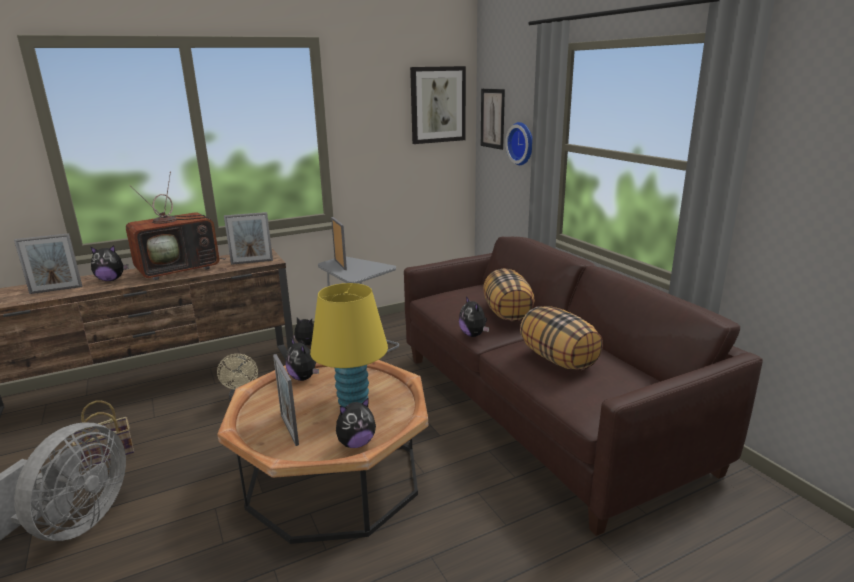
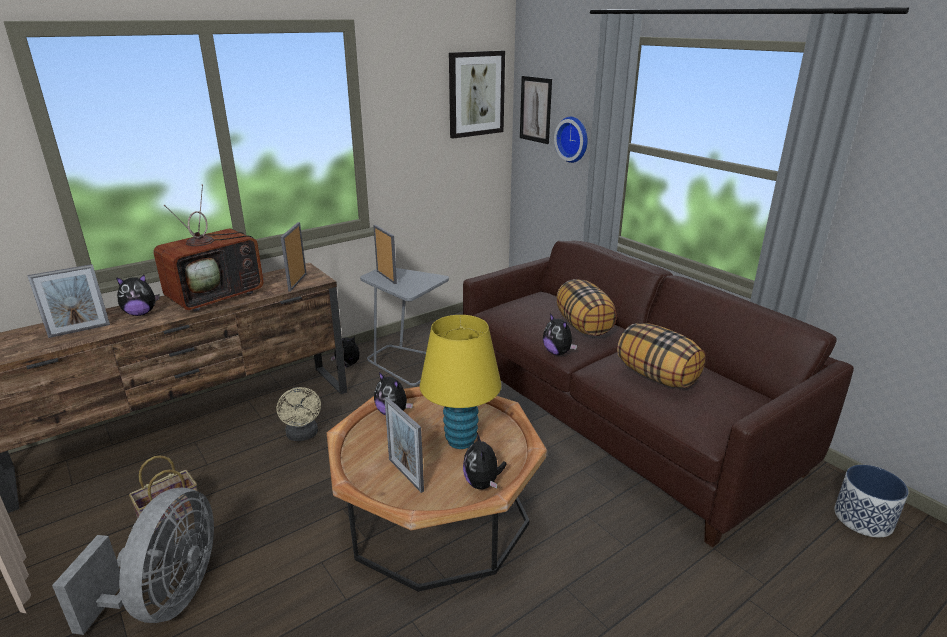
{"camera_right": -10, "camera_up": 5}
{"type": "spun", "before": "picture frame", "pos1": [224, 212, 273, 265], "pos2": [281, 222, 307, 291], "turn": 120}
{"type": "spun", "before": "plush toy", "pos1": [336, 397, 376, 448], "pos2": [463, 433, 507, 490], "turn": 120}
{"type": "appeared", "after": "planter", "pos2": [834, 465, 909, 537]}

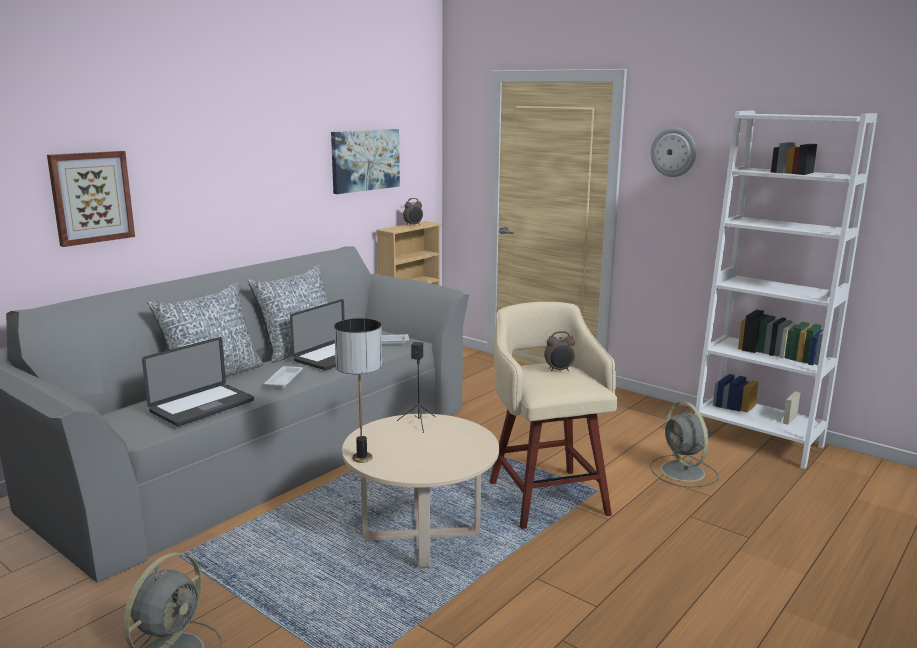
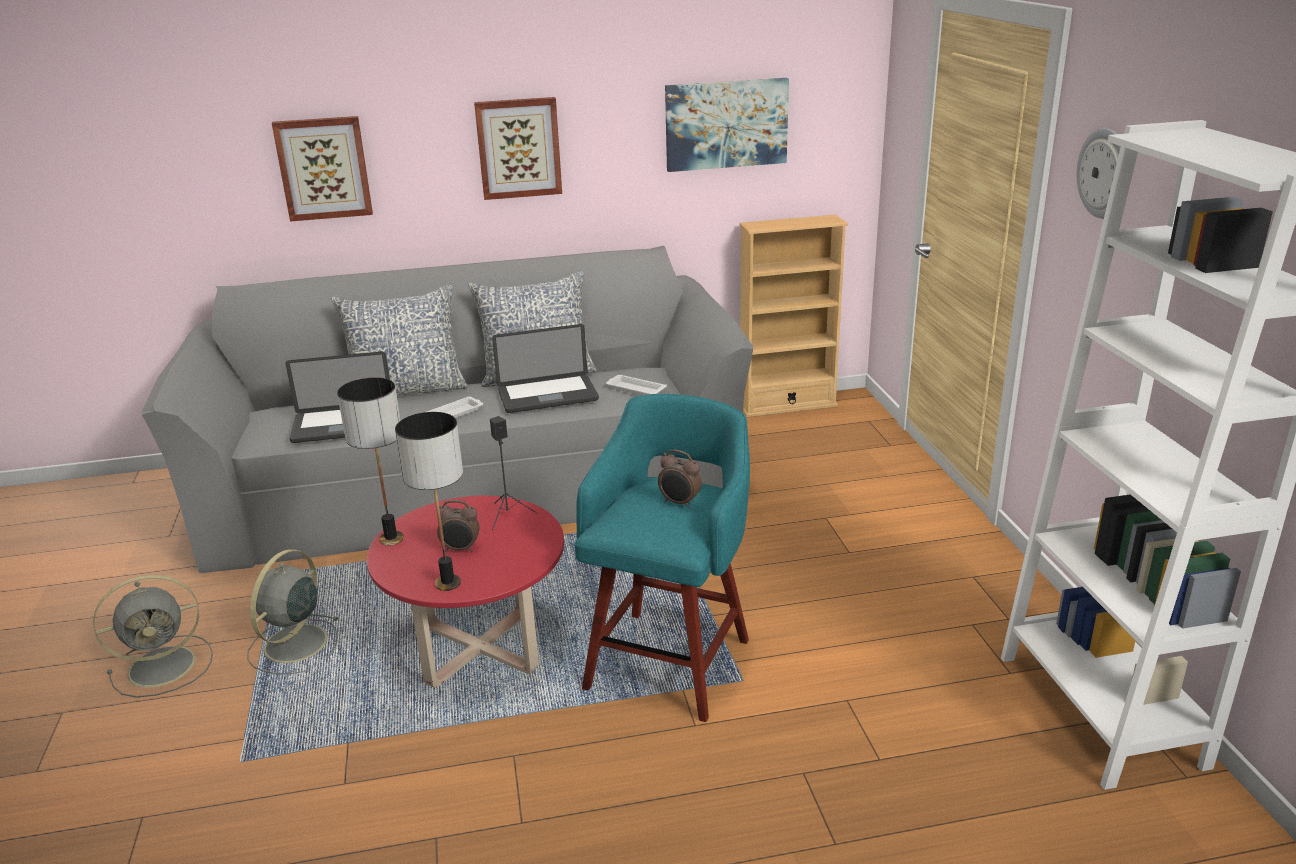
{"camera_right": 40, "camera_up": 10}
{"type": "colour", "before": "coffee table/beige", "after": "coffee table/red", "pos1": [342, 414, 499, 568], "pos2": [367, 496, 564, 688]}
{"type": "relocated", "before": "alarm clock", "pos1": [403, 198, 423, 226], "pos2": [437, 500, 480, 552]}
{"type": "colour", "before": "stool/beige", "after": "stool/turquoise", "pos1": [490, 302, 618, 529], "pos2": [574, 394, 750, 722]}
{"type": "relocated", "before": "fan/grey", "pos1": [650, 401, 719, 488], "pos2": [247, 549, 340, 674]}
{"type": "appeared", "after": "table lamp", "pos2": [395, 412, 463, 591]}
{"type": "appeared", "after": "picture", "pos2": [474, 97, 562, 200]}

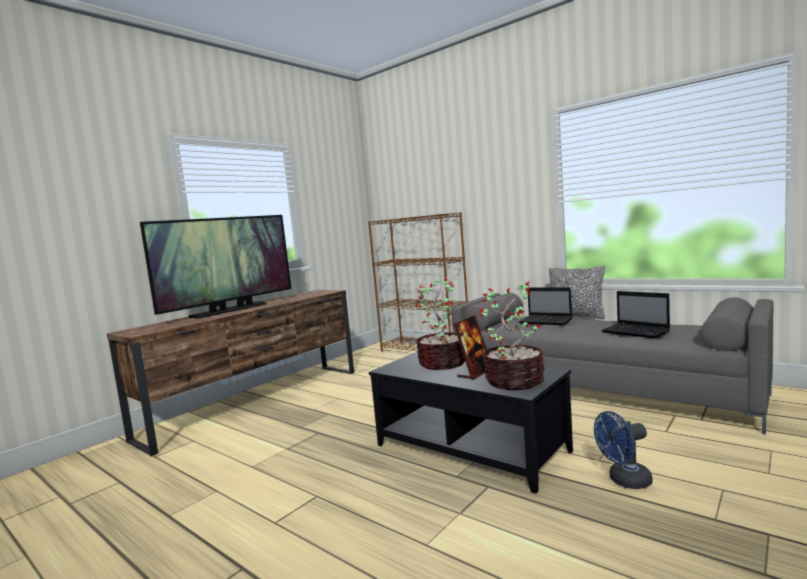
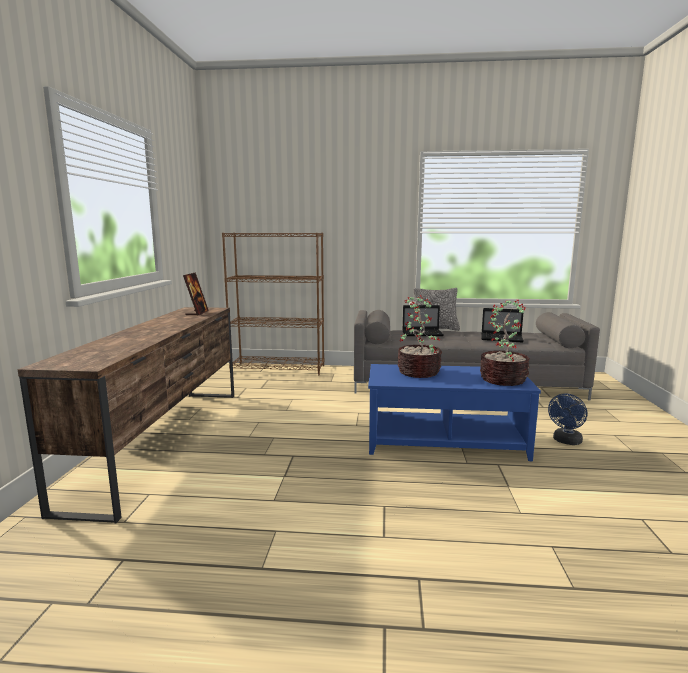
{"camera_right": -35, "camera_up": 5}
{"type": "missing", "before": "television", "pos1": [140, 215, 291, 318]}
{"type": "colour", "before": "coffee table/black", "after": "coffee table/blue", "pos1": [369, 351, 573, 494], "pos2": [368, 364, 541, 461]}
{"type": "relocated", "before": "picture frame", "pos1": [454, 315, 487, 380], "pos2": [183, 272, 209, 316]}

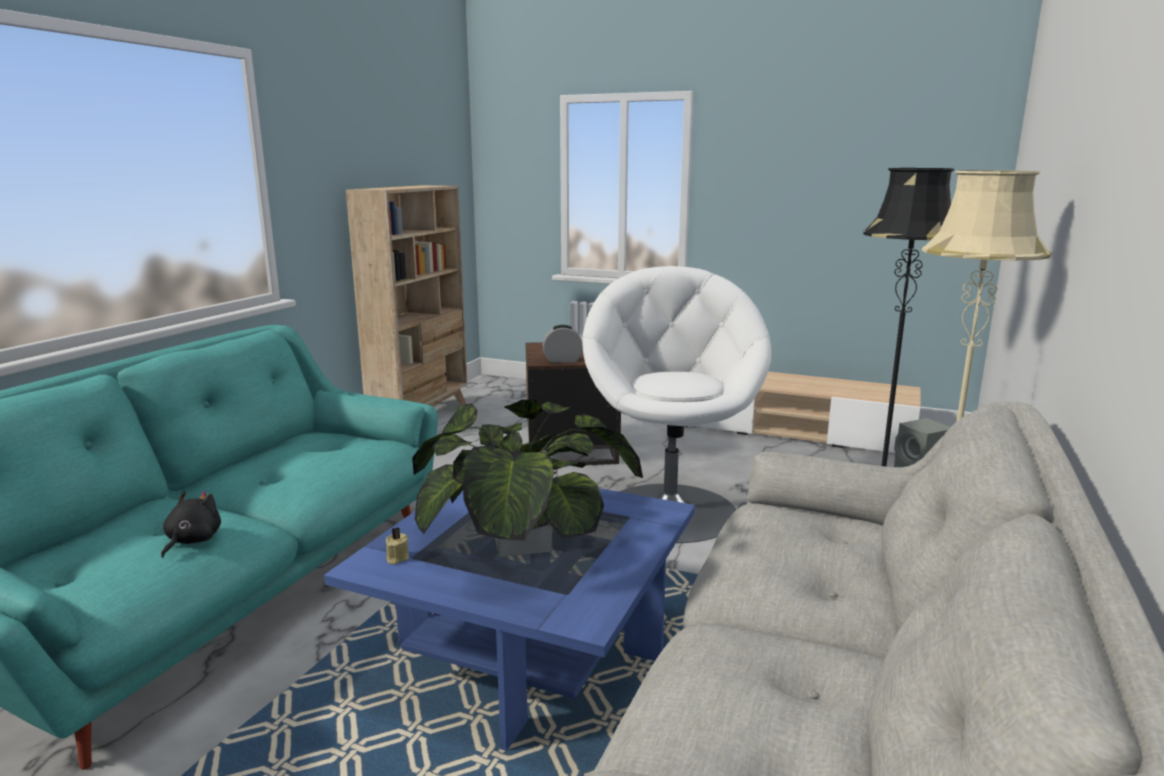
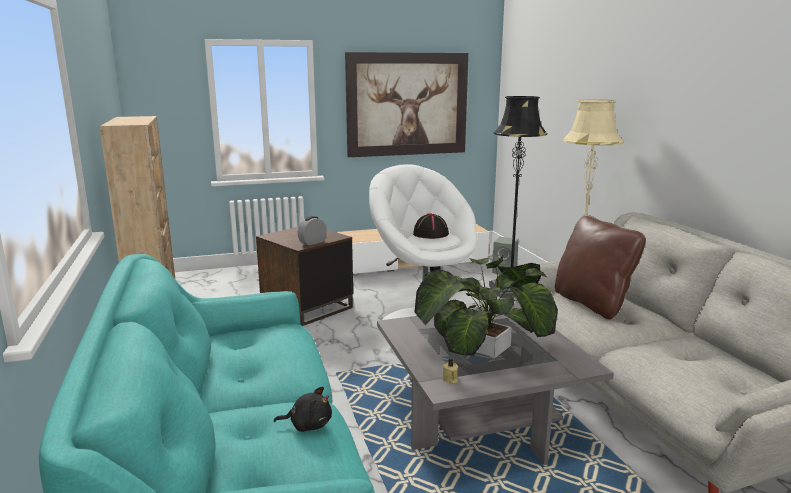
{"camera_right": -40, "camera_up": 0}
{"type": "spun", "before": "plush toy/black", "pos1": [161, 491, 221, 558], "pos2": [274, 386, 332, 432], "turn": 120}
{"type": "colour", "before": "coffee table/blue", "after": "coffee table/grey", "pos1": [324, 488, 695, 751], "pos2": [377, 303, 614, 465]}
{"type": "appeared", "after": "picture", "pos2": [345, 52, 468, 157]}
{"type": "appeared", "after": "hat/black", "pos2": [413, 213, 449, 239]}
{"type": "appeared", "after": "pillow/brown", "pos2": [555, 215, 646, 319]}

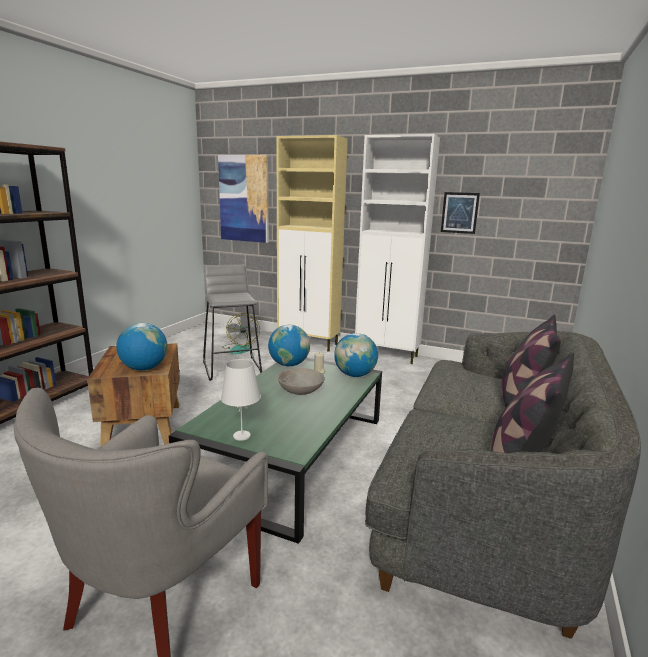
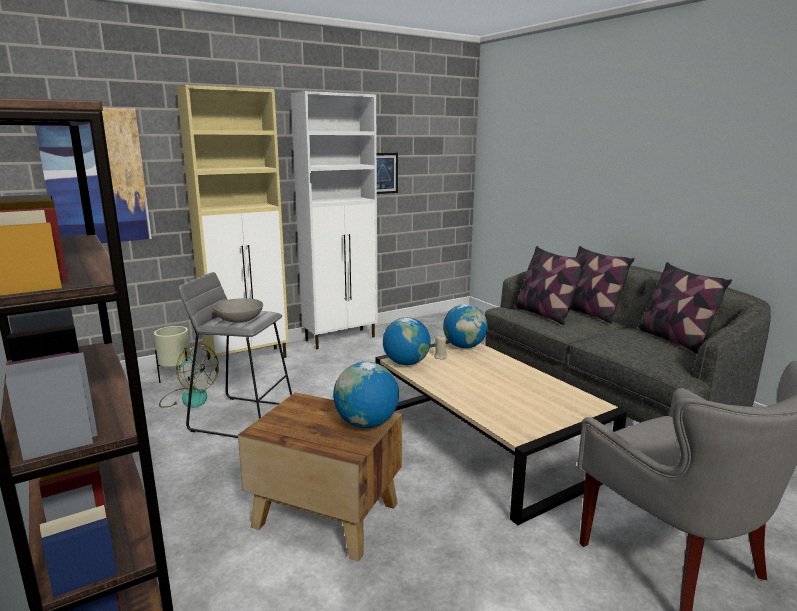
{"camera_right": -55, "camera_up": 0}
{"type": "colour", "before": "coffee table/green", "after": "coffee table/beige", "pos1": [169, 358, 382, 544], "pos2": [376, 340, 627, 525]}
{"type": "missing", "before": "table lamp/white", "pos1": [221, 359, 261, 441]}
{"type": "relocated", "before": "bowl/grey", "pos1": [278, 368, 325, 395], "pos2": [213, 298, 263, 322]}
{"type": "appeared", "after": "planter/beige", "pos2": [154, 326, 191, 383]}
{"type": "appeared", "after": "pillow", "pos2": [514, 246, 587, 325]}

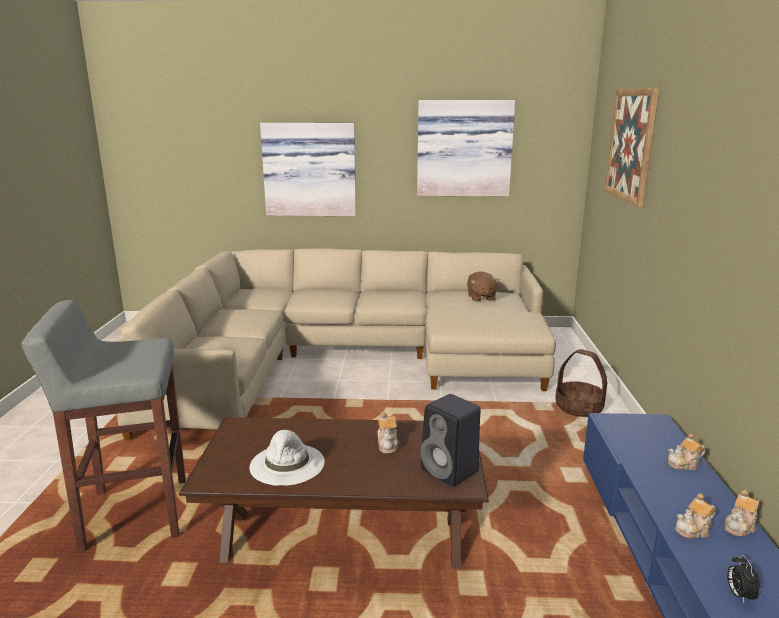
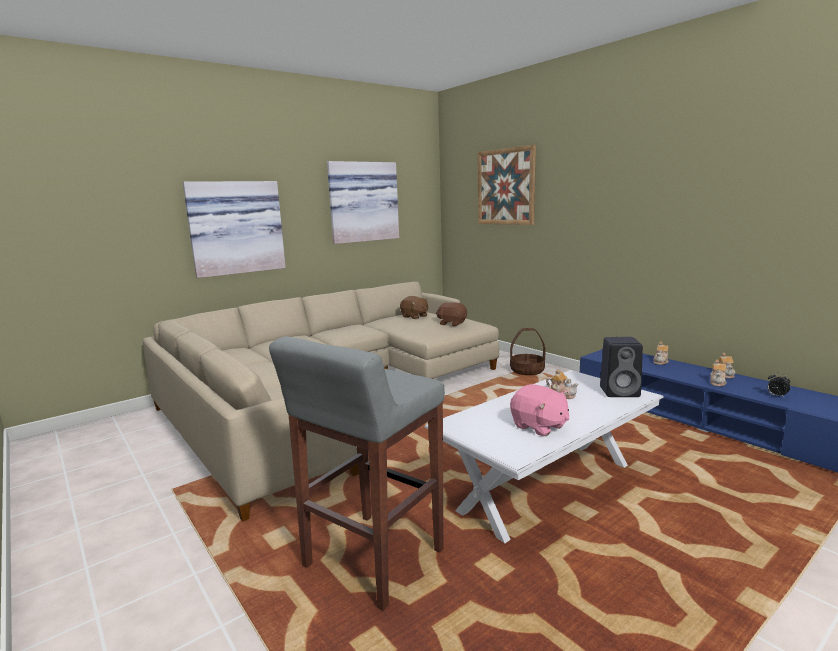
{"camera_right": -40, "camera_up": -5}
{"type": "colour", "before": "coffee table/brown", "after": "coffee table/white", "pos1": [179, 417, 489, 569], "pos2": [425, 370, 663, 543]}
{"type": "exchanged", "before": "hat/white", "after": "plush toy/pink", "pos1": [249, 430, 325, 486], "pos2": [510, 384, 569, 436]}
{"type": "appeared", "after": "plush toy/brown", "pos2": [436, 302, 467, 326]}

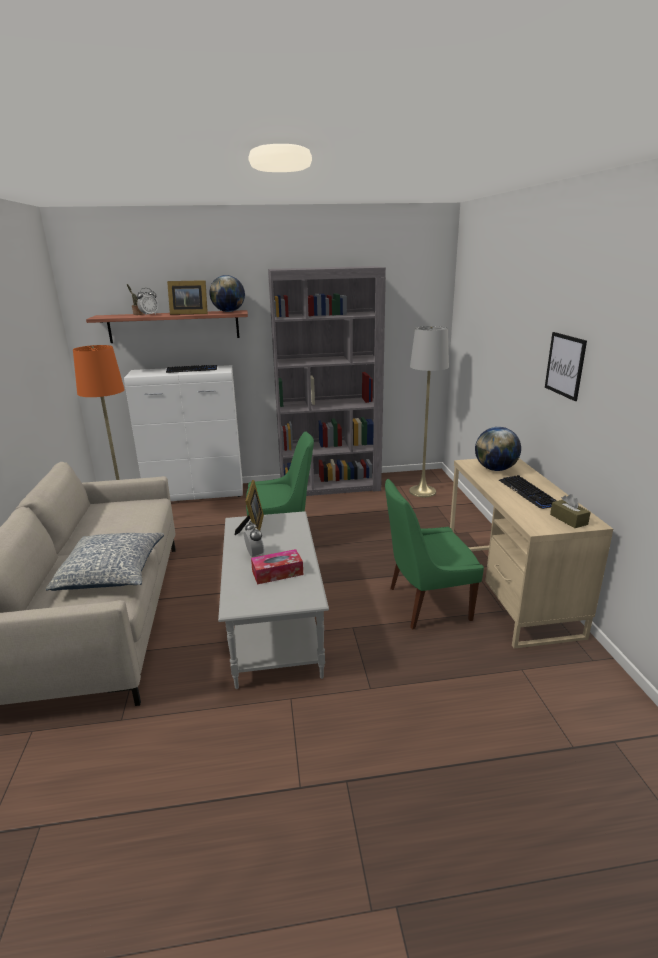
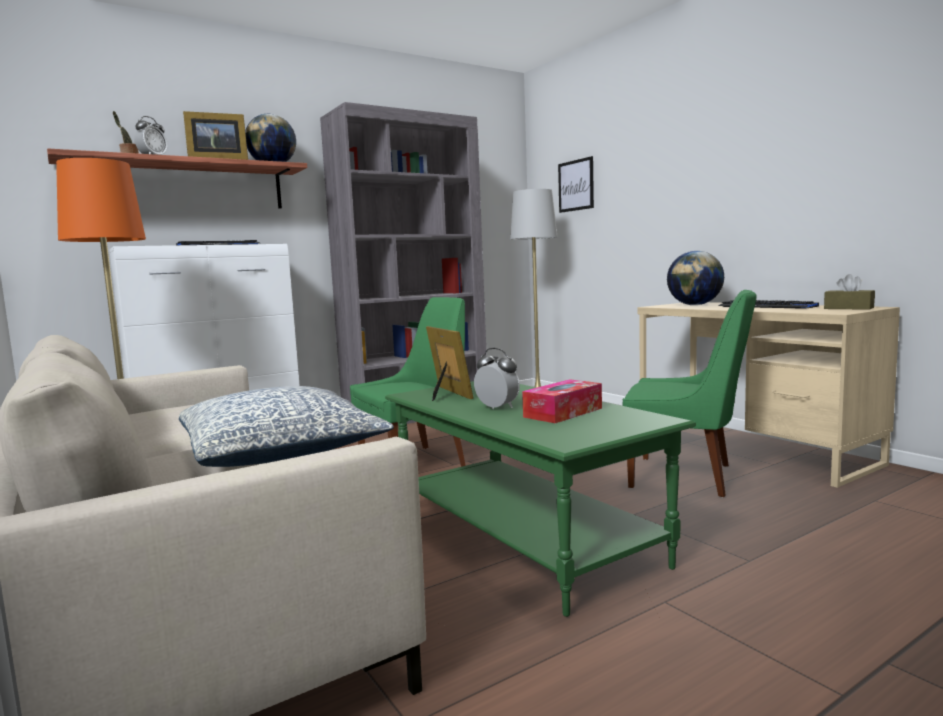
{"camera_right": -25, "camera_up": -15}
{"type": "colour", "before": "coffee table/grey", "after": "coffee table/green", "pos1": [218, 511, 329, 689], "pos2": [385, 381, 696, 617]}
{"type": "spun", "before": "chair/green", "pos1": [385, 479, 484, 629], "pos2": [623, 290, 757, 497], "turn": -120}
{"type": "relocated", "before": "picture", "pos1": [545, 332, 587, 401], "pos2": [558, 156, 594, 213]}

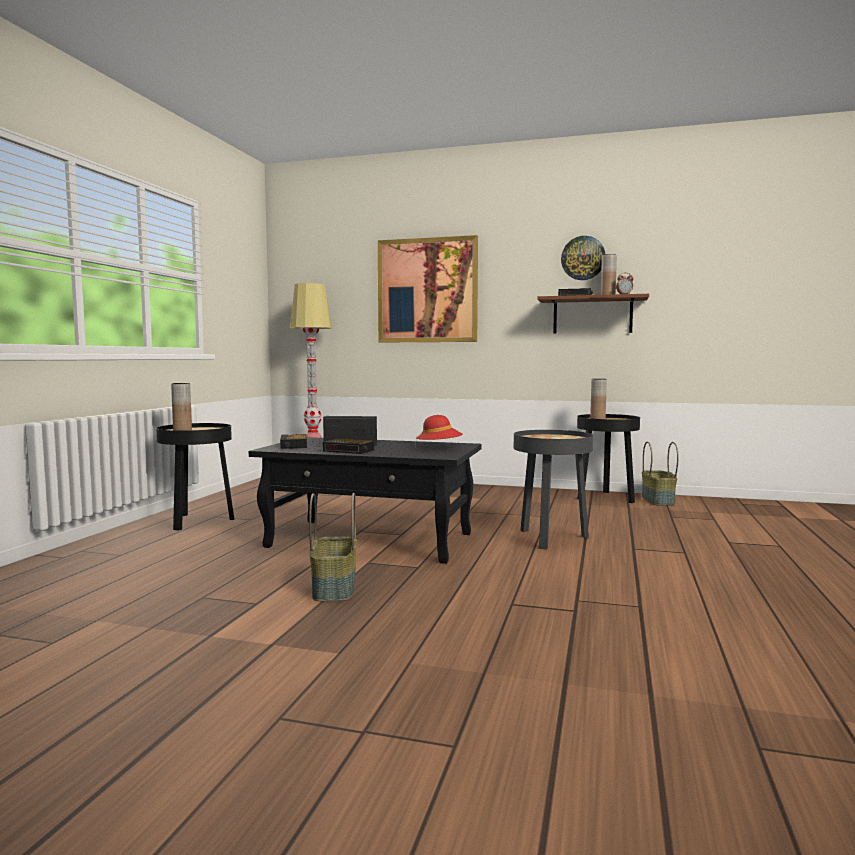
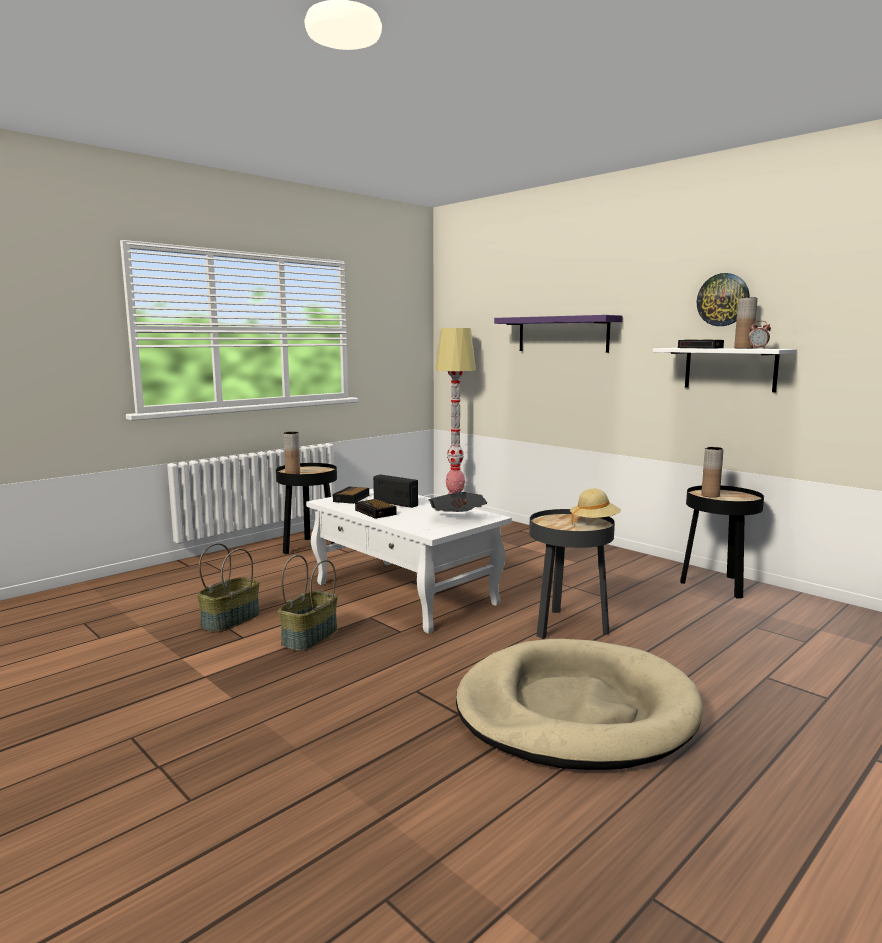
{"camera_right": 30, "camera_up": 5}
{"type": "colour", "before": "coffee table/black", "after": "coffee table/white", "pos1": [249, 437, 482, 564], "pos2": [306, 489, 512, 634]}
{"type": "exchanged", "before": "picture", "after": "shelf/purple", "pos1": [378, 235, 478, 342], "pos2": [494, 315, 623, 352]}
{"type": "exchanged", "before": "hat/red", "after": "newspaper", "pos1": [416, 415, 463, 440], "pos2": [429, 492, 487, 512]}
{"type": "colour", "before": "shelf/brown", "after": "shelf/white", "pos1": [537, 294, 649, 333], "pos2": [653, 348, 797, 392]}
{"type": "relocated", "before": "basket", "pos1": [642, 442, 679, 506], "pos2": [197, 543, 260, 633]}
{"type": "appeared", "after": "dog bed/beige", "pos2": [456, 639, 703, 770]}
{"type": "appeared", "after": "hat/beige", "pos2": [570, 489, 621, 524]}

